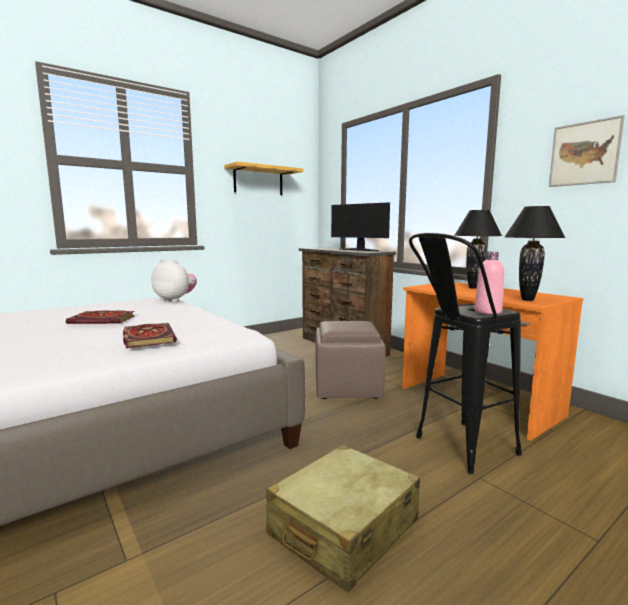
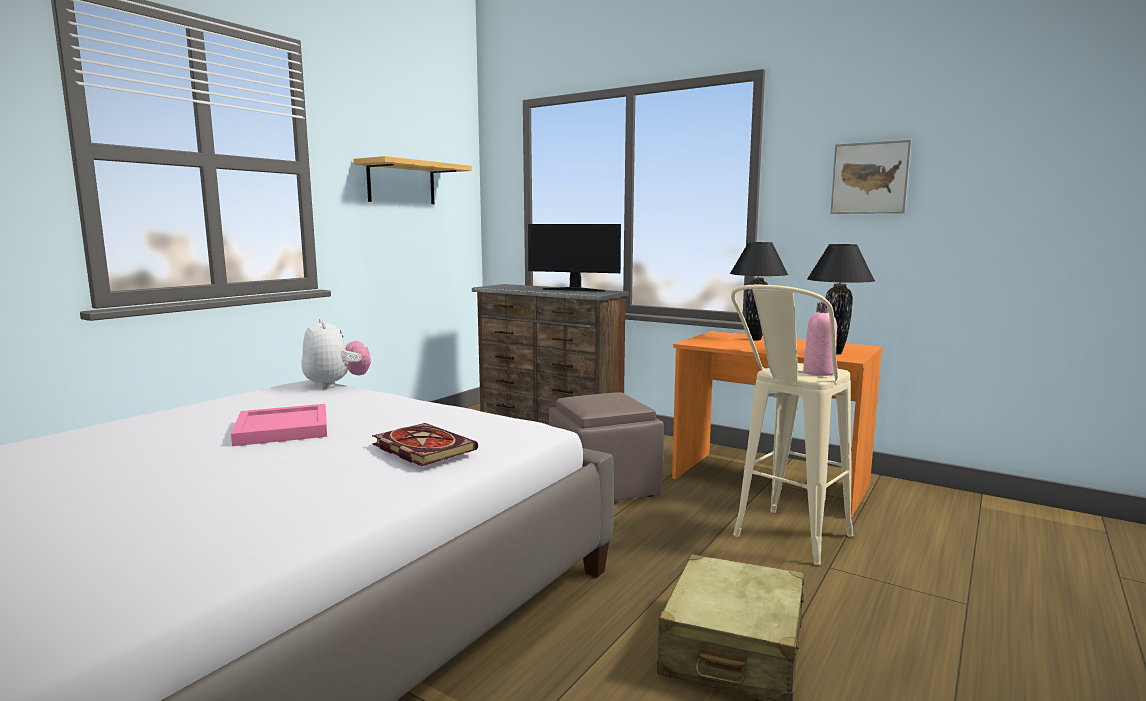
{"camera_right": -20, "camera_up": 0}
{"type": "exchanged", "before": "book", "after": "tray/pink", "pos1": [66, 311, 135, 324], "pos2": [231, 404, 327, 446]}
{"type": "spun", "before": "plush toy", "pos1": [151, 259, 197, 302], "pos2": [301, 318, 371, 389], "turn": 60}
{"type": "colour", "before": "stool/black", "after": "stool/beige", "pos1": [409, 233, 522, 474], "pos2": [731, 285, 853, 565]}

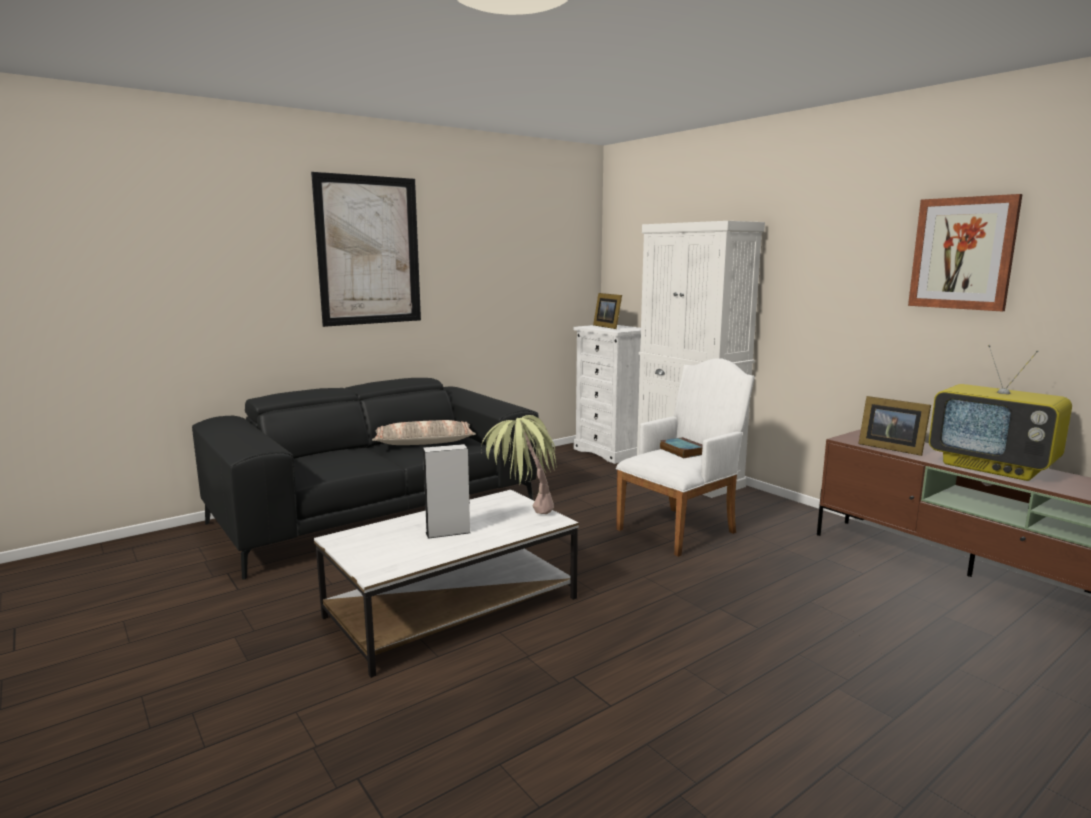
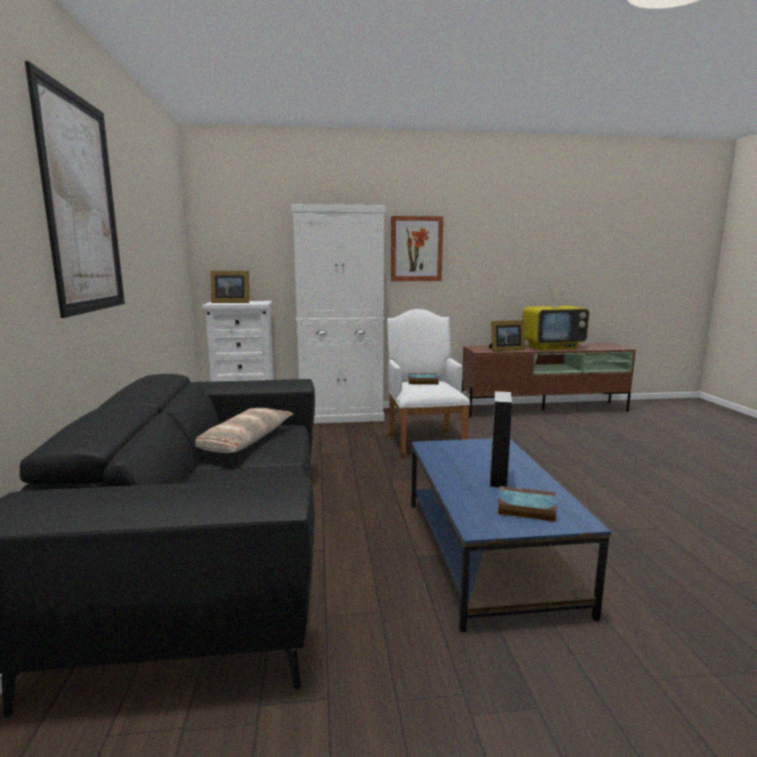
{"camera_right": -60, "camera_up": 0}
{"type": "colour", "before": "coffee table/white", "after": "coffee table/blue", "pos1": [314, 490, 579, 678], "pos2": [411, 438, 611, 632]}
{"type": "missing", "before": "potted plant", "pos1": [481, 415, 557, 514]}
{"type": "relocated", "before": "picture", "pos1": [908, 194, 1023, 311], "pos2": [391, 216, 443, 281]}
{"type": "appeared", "after": "book", "pos2": [497, 486, 557, 522]}

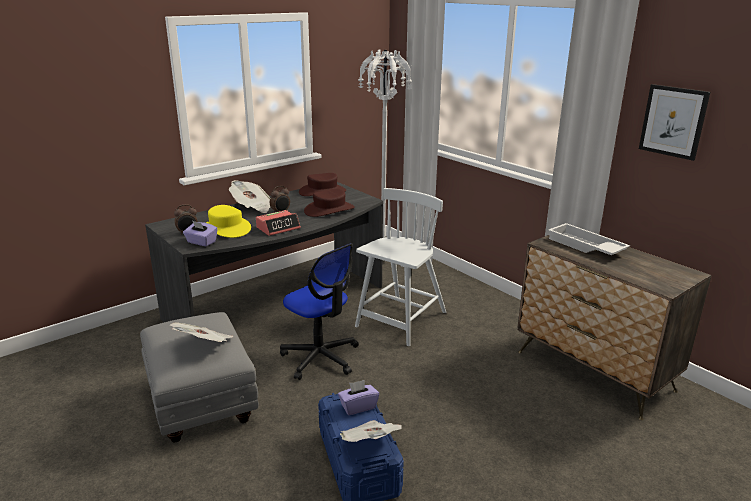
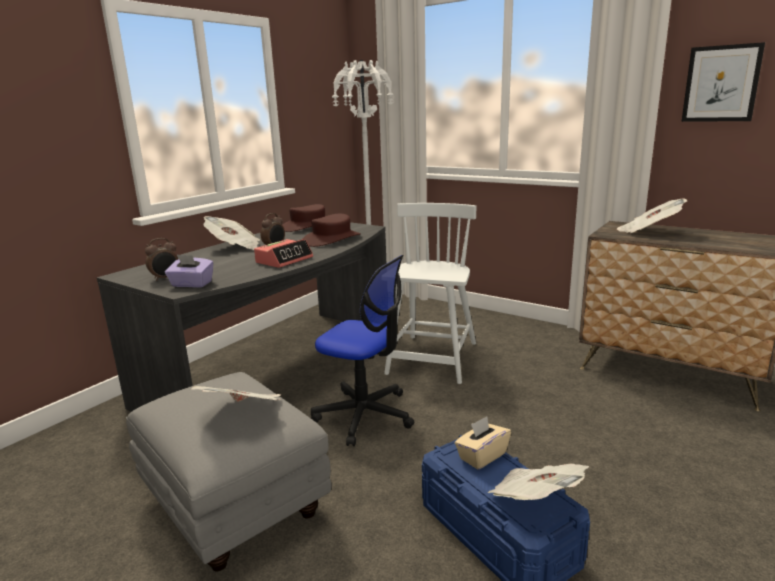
{"camera_right": -15, "camera_up": -5}
{"type": "missing", "before": "hat/yellow", "pos1": [206, 205, 251, 238]}
{"type": "colour", "before": "tissue box/purple", "after": "tissue box/beige", "pos1": [338, 380, 379, 415], "pos2": [455, 417, 511, 469]}
{"type": "exchanged", "before": "tray/white", "after": "newspaper", "pos1": [548, 223, 630, 255], "pos2": [617, 199, 687, 233]}

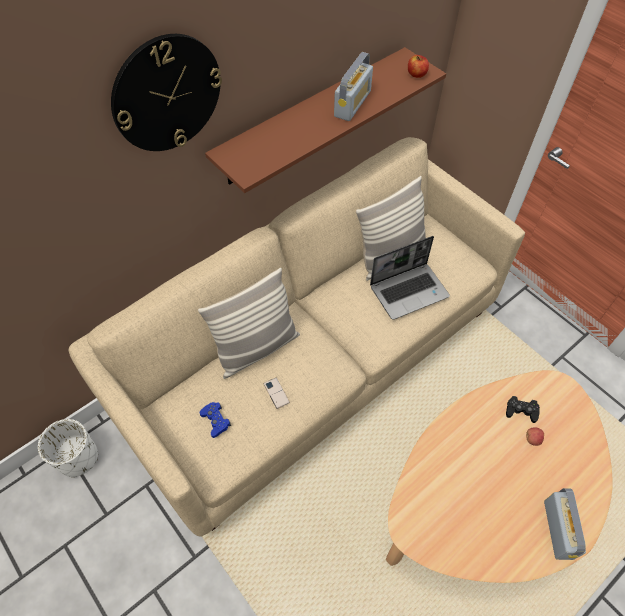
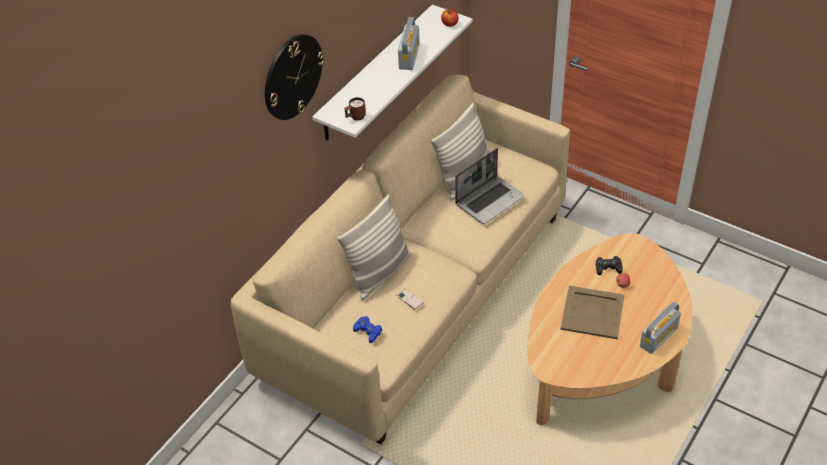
{"camera_right": -15, "camera_up": -10}
{"type": "missing", "before": "planter/white", "pos1": [38, 419, 98, 477]}
{"type": "colour", "before": "shelf/brown", "after": "shelf/white", "pos1": [205, 47, 446, 193], "pos2": [312, 5, 472, 141]}
{"type": "spun", "before": "radio", "pos1": [544, 488, 586, 560], "pos2": [640, 302, 681, 354], "turn": 60}
{"type": "appeared", "after": "mug/brown", "pos2": [345, 97, 366, 121]}
{"type": "appeared", "after": "tray/beige", "pos2": [560, 286, 625, 339]}

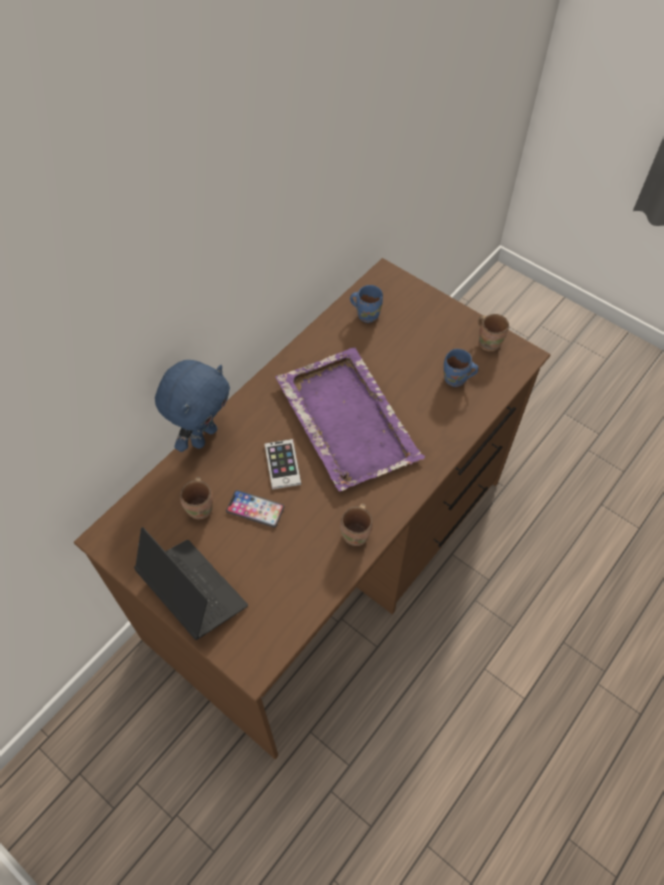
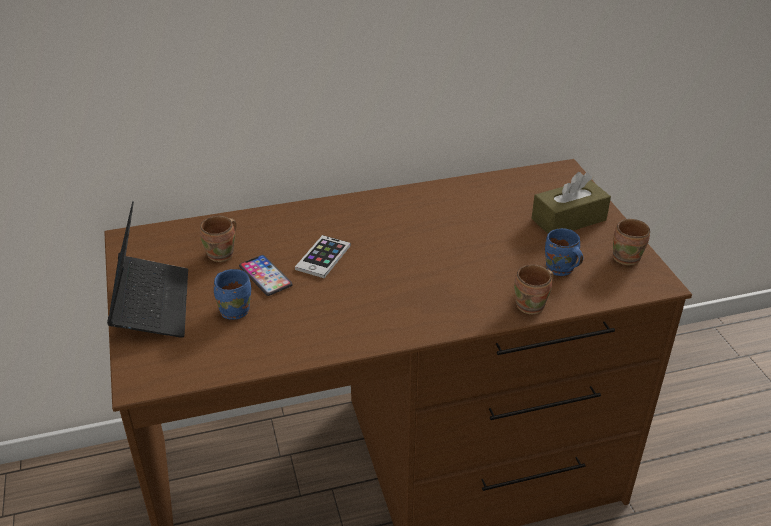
{"camera_right": 35, "camera_up": -20}
{"type": "missing", "before": "plush toy/blue", "pos1": [155, 360, 230, 452]}
{"type": "missing", "before": "tray/purple", "pos1": [275, 347, 425, 491]}
{"type": "relocated", "before": "mug/brown", "pos1": [340, 503, 373, 546], "pos2": [514, 265, 554, 315]}
{"type": "relocated", "before": "mug/blue", "pos1": [350, 285, 383, 323], "pos2": [214, 269, 251, 320]}
{"type": "appeared", "after": "tissue box/brown", "pos2": [532, 172, 611, 234]}

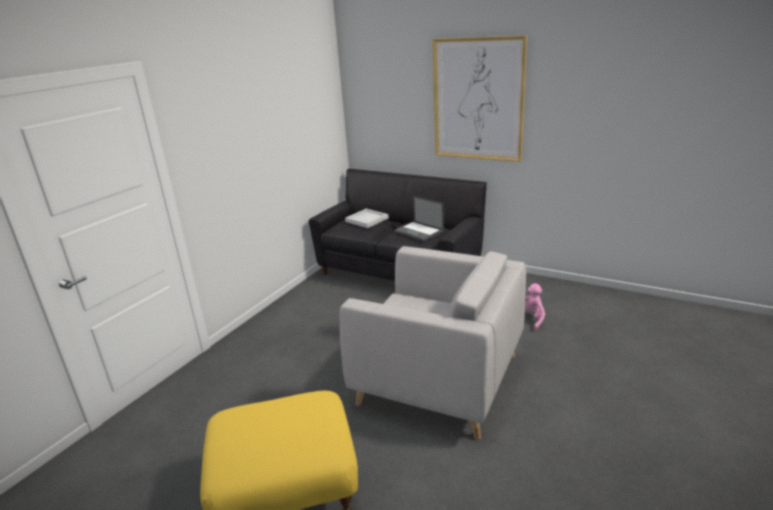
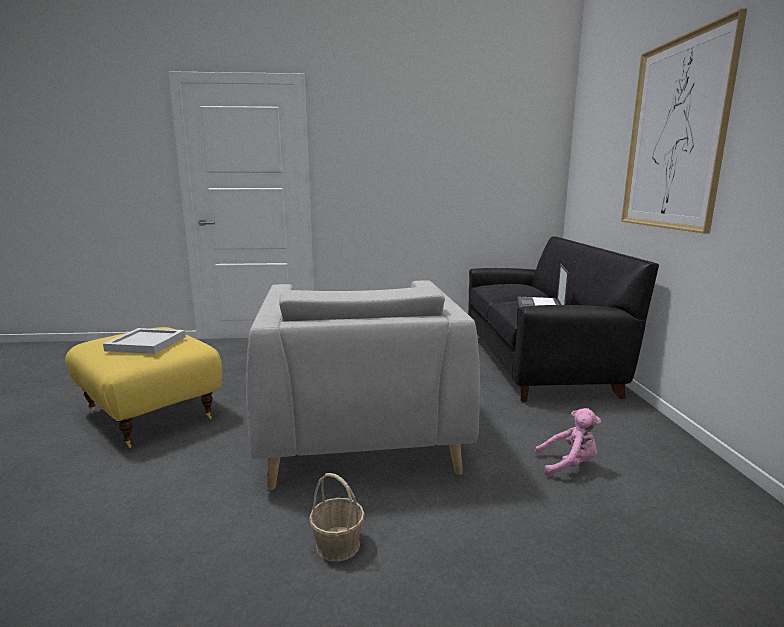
{"camera_right": 55, "camera_up": -10}
{"type": "relocated", "before": "tray/white", "pos1": [345, 209, 389, 228], "pos2": [103, 328, 186, 354]}
{"type": "appeared", "after": "basket", "pos2": [309, 473, 365, 562]}

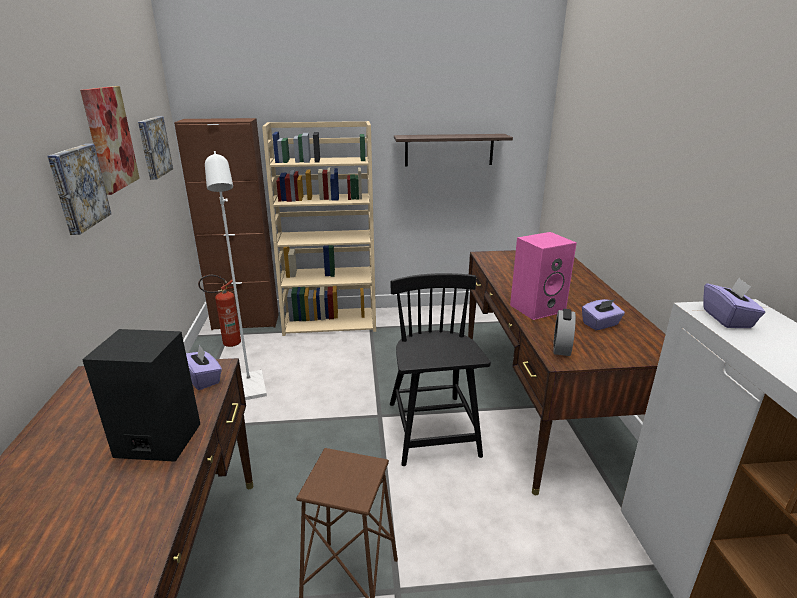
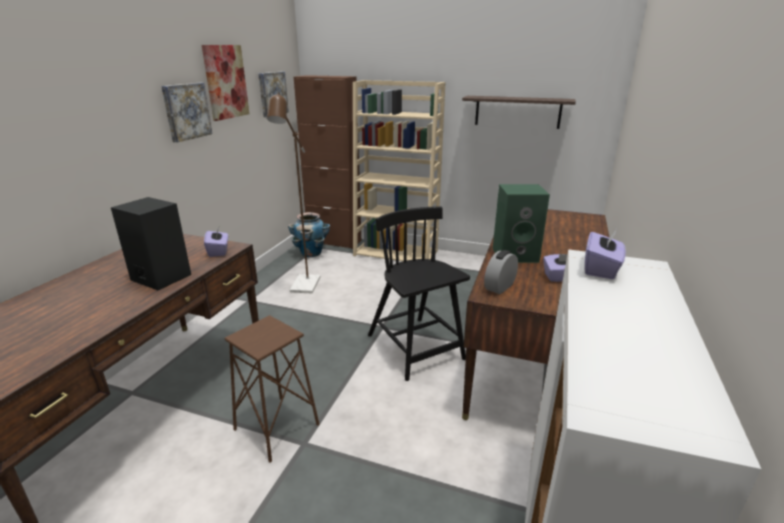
{"camera_right": 25, "camera_up": 0}
{"type": "exchanged", "before": "fire extinguisher", "after": "planter", "pos1": [198, 275, 241, 347], "pos2": [288, 212, 330, 257]}
{"type": "colour", "before": "floor lamp/white", "after": "floor lamp/brown", "pos1": [205, 151, 267, 400], "pos2": [267, 92, 321, 293]}
{"type": "spun", "before": "chair/black", "pos1": [390, 273, 491, 466], "pos2": [368, 206, 470, 381], "turn": -45}
{"type": "colour", "before": "speaker/pink", "after": "speaker/green", "pos1": [510, 232, 577, 320], "pos2": [493, 184, 550, 263]}

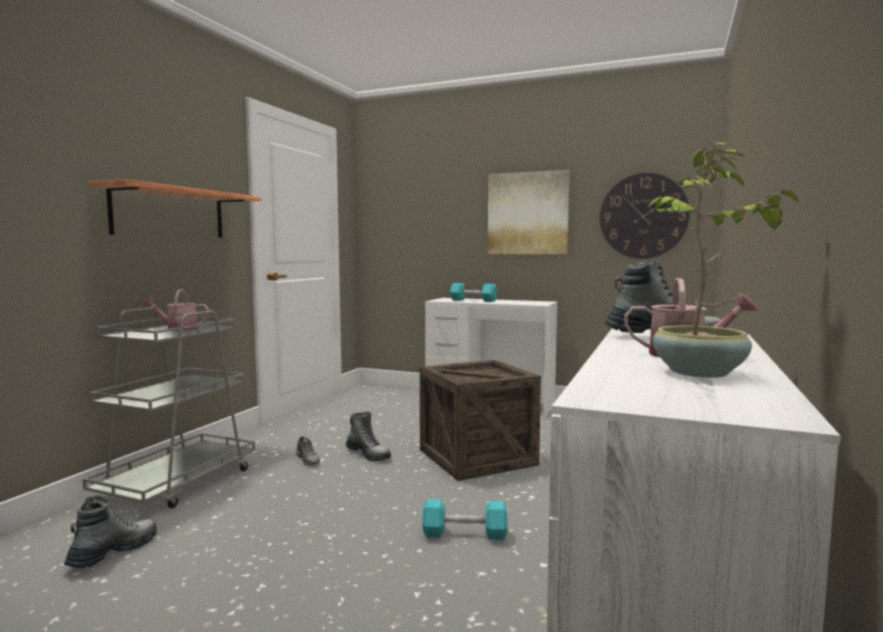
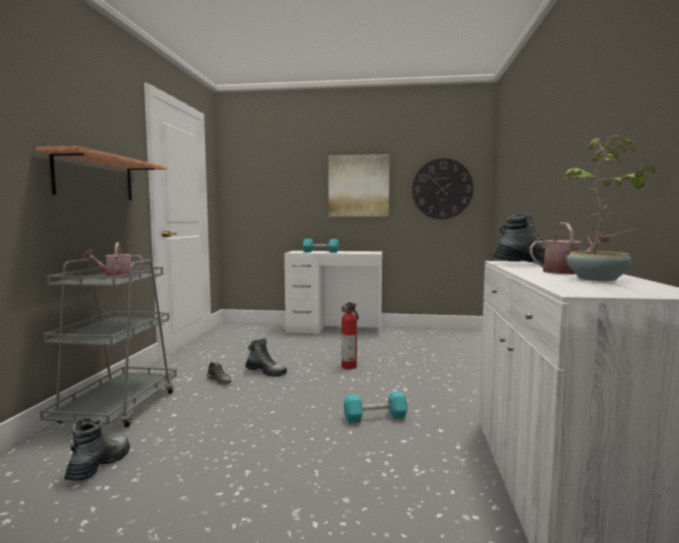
{"camera_right": -15, "camera_up": 0}
{"type": "exchanged", "before": "crate", "after": "fire extinguisher", "pos1": [420, 360, 541, 481], "pos2": [341, 302, 359, 369]}

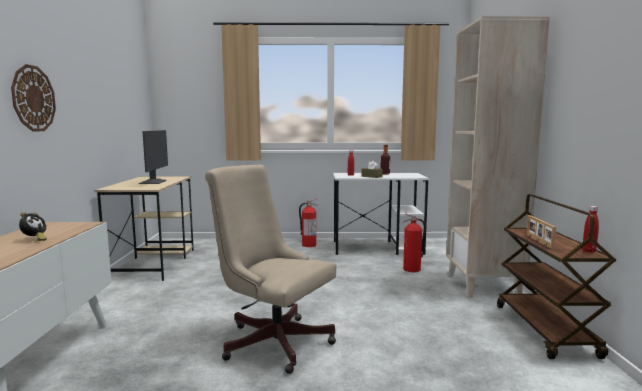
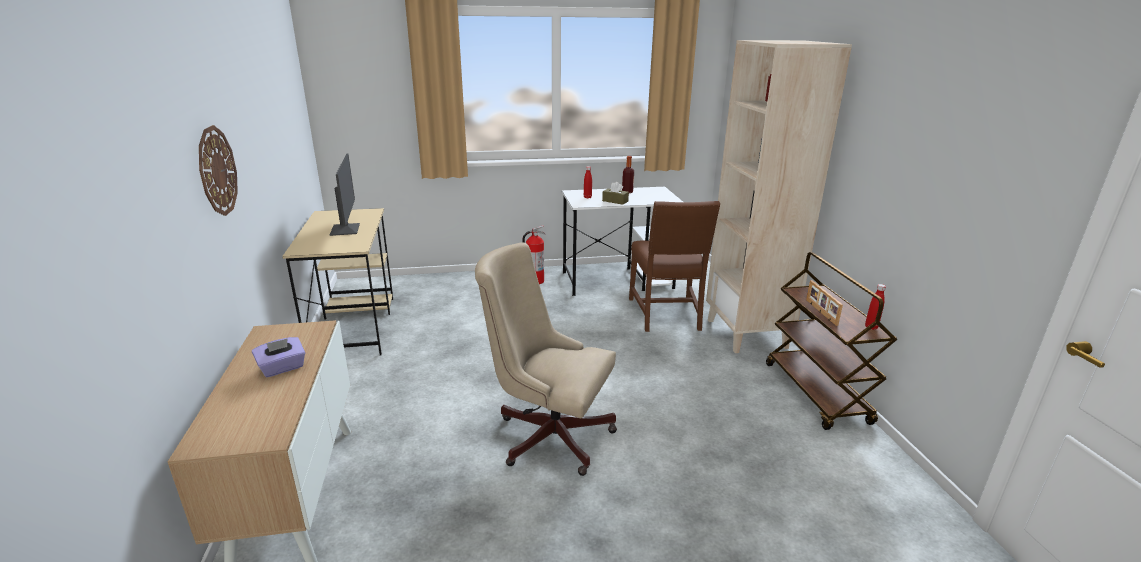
{"camera_right": -10, "camera_up": 15}
{"type": "exchanged", "before": "alarm clock", "after": "tissue box/purple", "pos1": [19, 212, 47, 241], "pos2": [252, 337, 305, 378]}
{"type": "exchanged", "before": "fire extinguisher", "after": "chair/brown", "pos1": [403, 214, 426, 272], "pos2": [629, 201, 720, 332]}

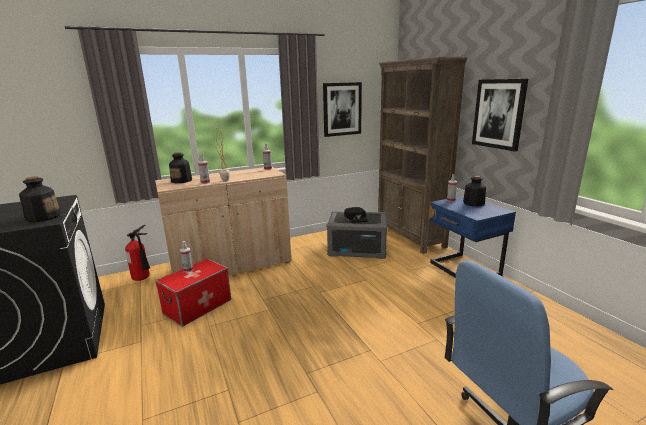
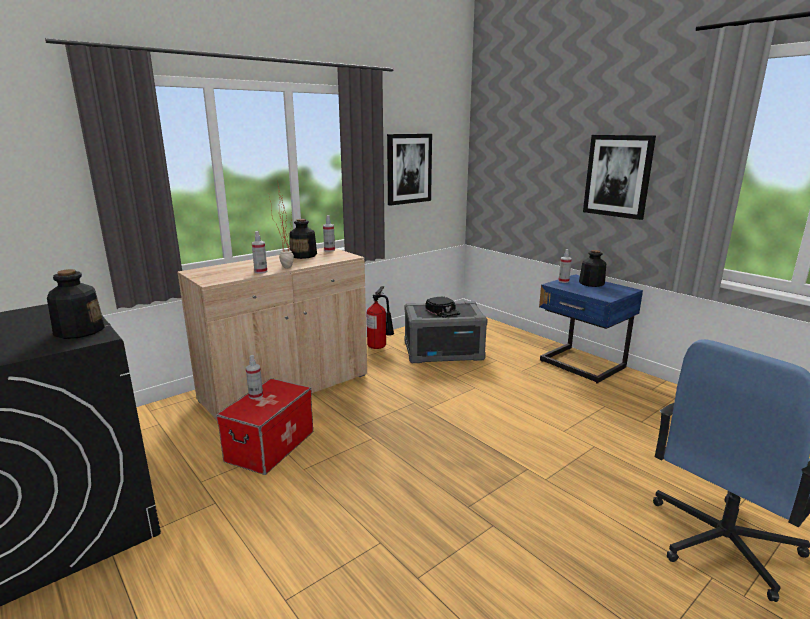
{"camera_right": -15, "camera_up": 0}
{"type": "relocated", "before": "fire extinguisher", "pos1": [125, 225, 150, 281], "pos2": [367, 286, 394, 349]}
{"type": "relocated", "before": "bottle", "pos1": [169, 152, 192, 183], "pos2": [289, 219, 317, 259]}
{"type": "missing", "before": "bookcase/brown", "pos1": [378, 57, 468, 254]}

